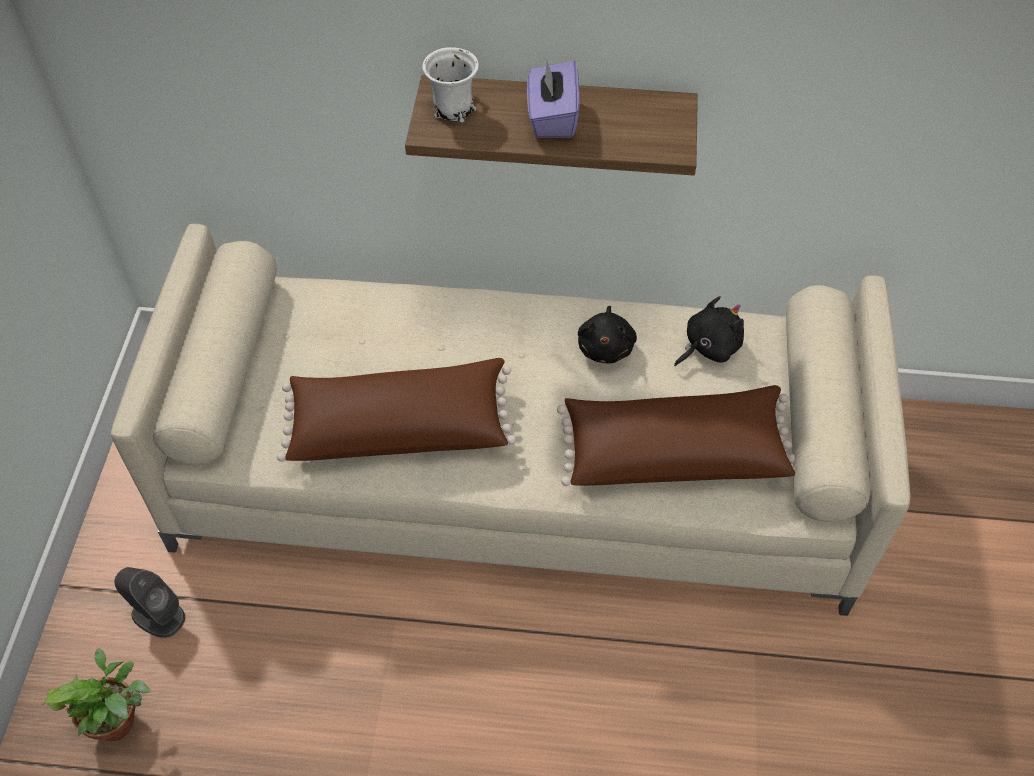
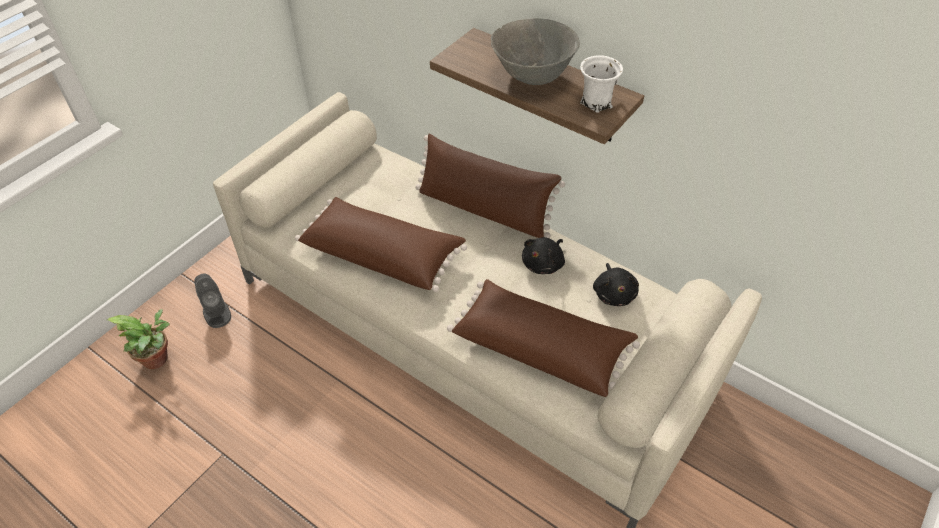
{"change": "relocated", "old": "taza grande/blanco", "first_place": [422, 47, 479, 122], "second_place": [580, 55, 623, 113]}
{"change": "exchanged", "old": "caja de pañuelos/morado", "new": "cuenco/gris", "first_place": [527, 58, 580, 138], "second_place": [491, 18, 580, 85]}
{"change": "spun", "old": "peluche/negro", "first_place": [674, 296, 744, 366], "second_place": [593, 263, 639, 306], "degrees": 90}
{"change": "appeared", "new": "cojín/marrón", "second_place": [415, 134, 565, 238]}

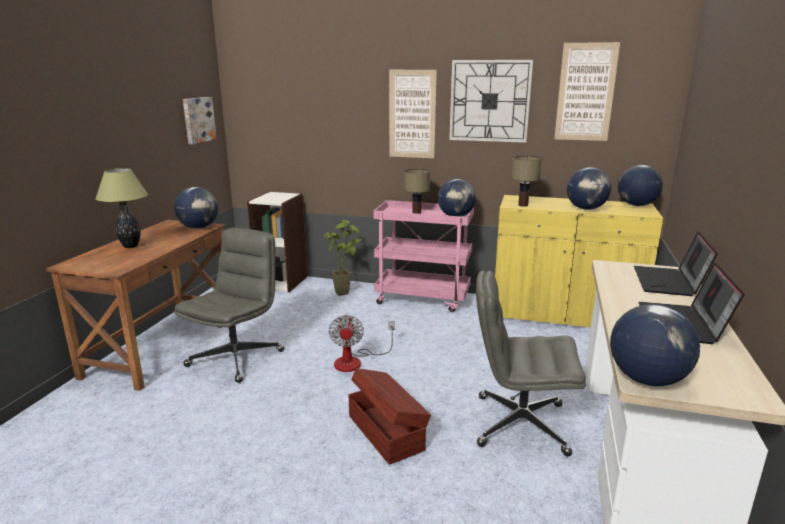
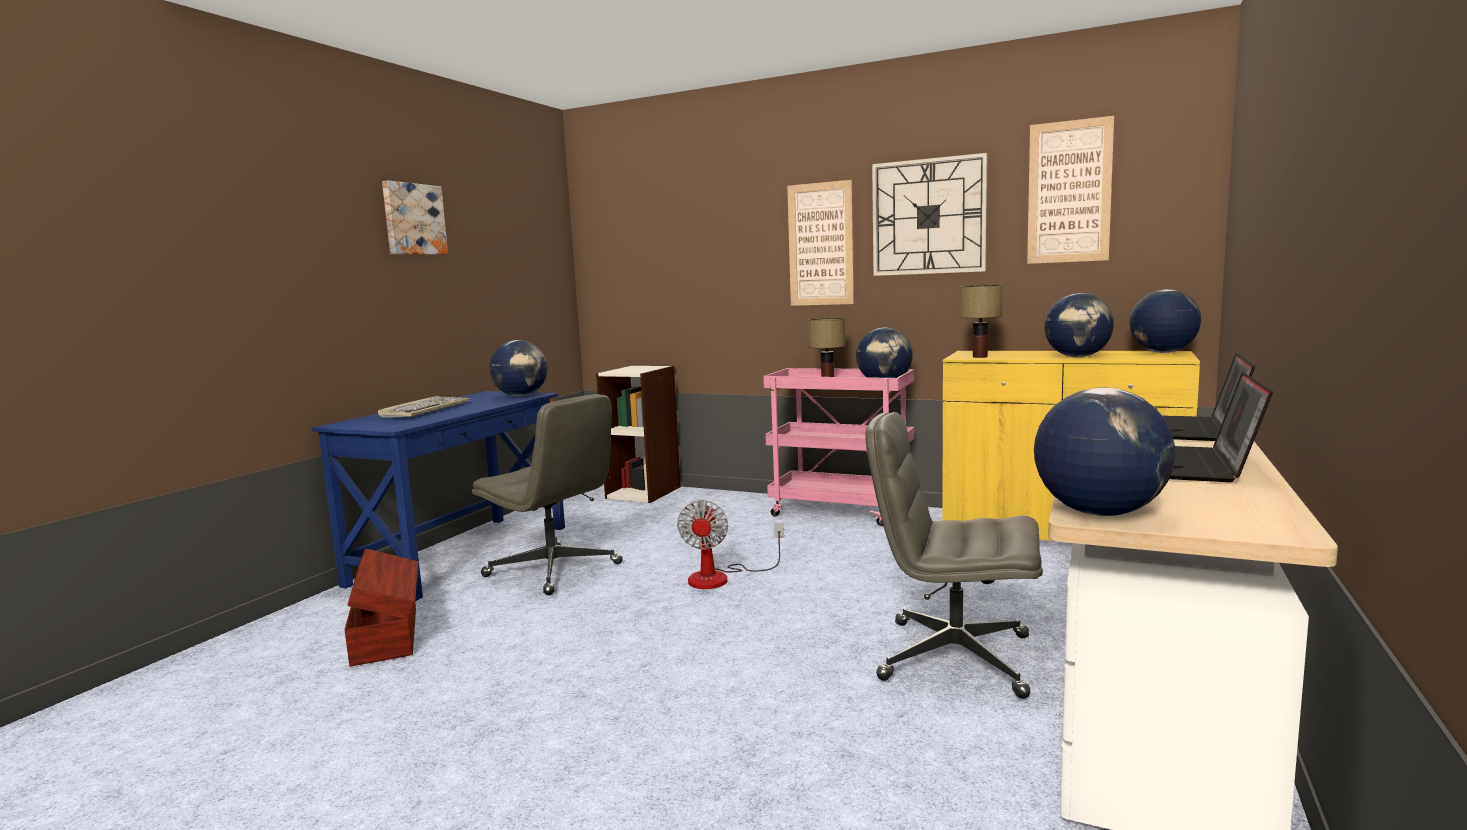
{"change": "colour", "old": "escritorio/marrón", "new": "escritorio/azul", "first_place": [46, 220, 226, 391], "second_place": [312, 391, 565, 601]}
{"change": "exchanged", "old": "lámpara de mesa", "new": "teclado", "first_place": [95, 168, 148, 248], "second_place": [378, 396, 470, 418]}
{"change": "spun", "old": "silla de oficina/gris", "first_place": [174, 228, 285, 383], "second_place": [472, 394, 623, 595], "degrees": 90}
{"change": "relocated", "old": "cuadro", "first_place": [183, 97, 217, 145], "second_place": [382, 180, 448, 255]}
{"change": "missing", "old": "planta en maceta", "first_place": [323, 220, 363, 296]}
{"change": "relocated", "old": "caja de almacenaje/marrón", "first_place": [349, 368, 431, 465], "second_place": [344, 549, 418, 666]}

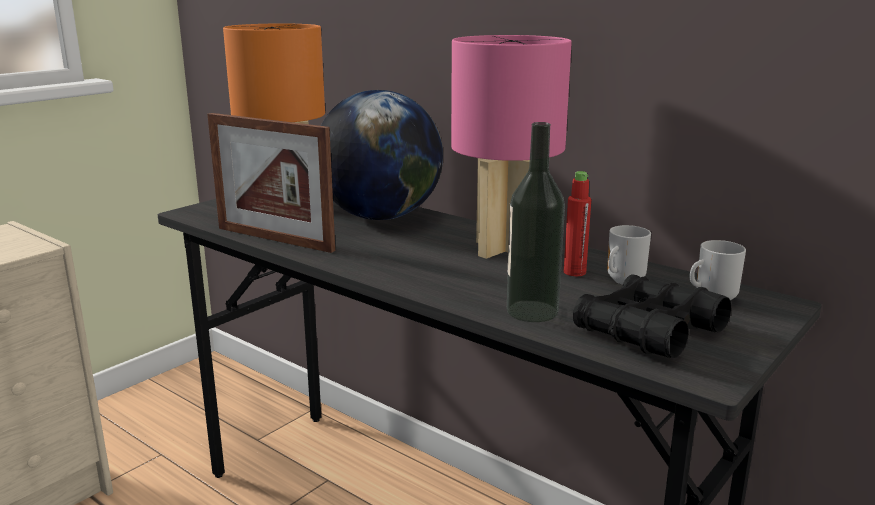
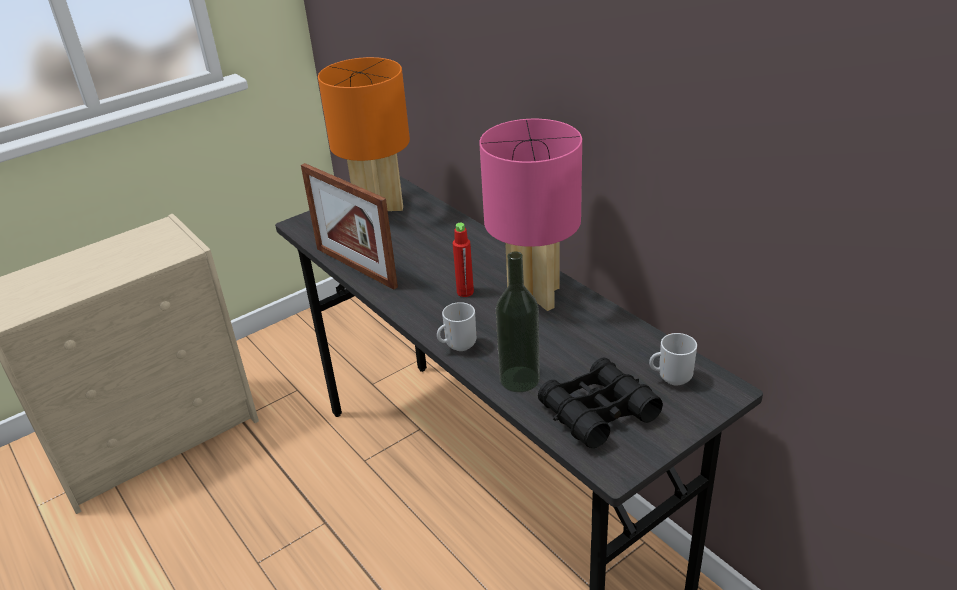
{"change": "missing", "old": "globo terráqueo", "first_place": [321, 90, 443, 220]}
{"change": "relocated", "old": "botella/rojo", "first_place": [564, 171, 591, 276], "second_place": [453, 223, 474, 297]}
{"change": "relocated", "old": "taza grande", "first_place": [607, 225, 651, 285], "second_place": [437, 302, 476, 351]}

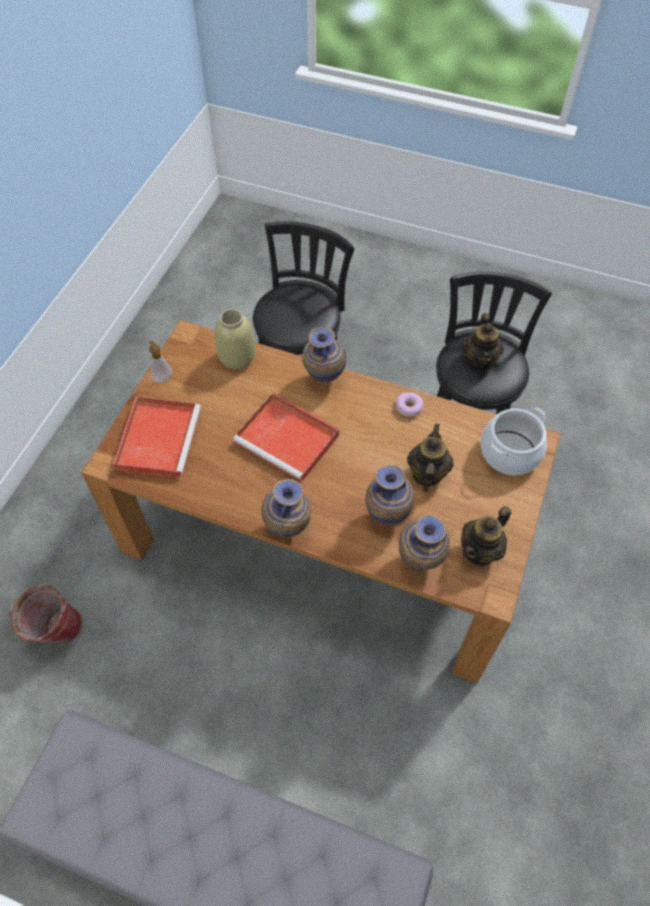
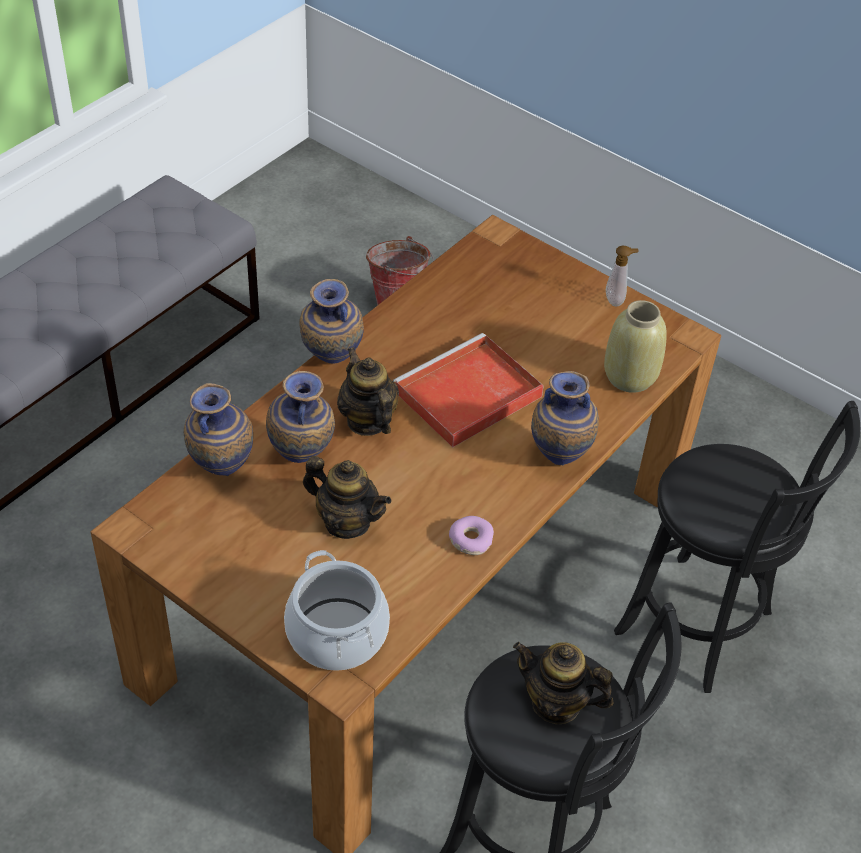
{"change": "missing", "old": "bandeja/rojo", "first_place": [113, 397, 201, 478]}
{"change": "relocated", "old": "tetera", "first_place": [461, 506, 511, 567], "second_place": [337, 347, 399, 436]}

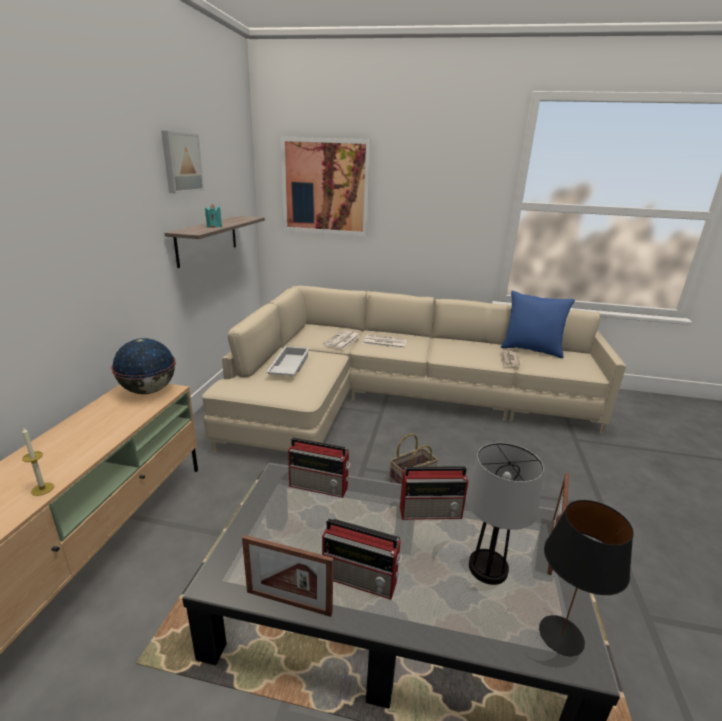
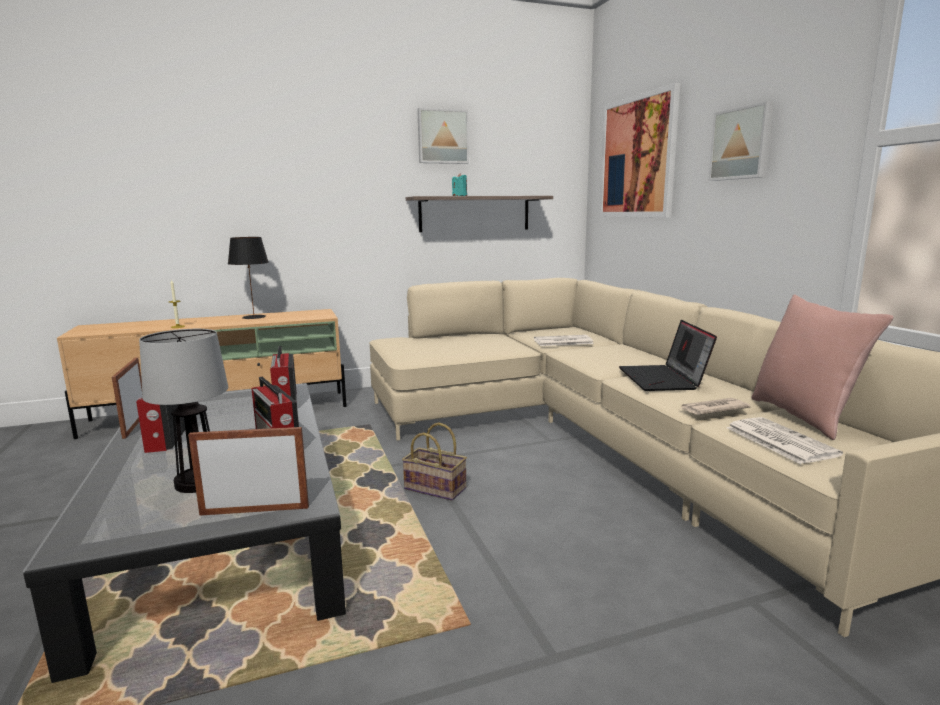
{"change": "missing", "old": "globo terráqueo", "first_place": [111, 338, 176, 394]}
{"change": "missing", "old": "bandeja/blanco", "first_place": [266, 346, 309, 376]}
{"change": "relocated", "old": "periódico", "first_place": [363, 334, 407, 349], "second_place": [726, 417, 843, 464]}
{"change": "colour", "old": "cojín/azul", "new": "cojín/rosa", "first_place": [501, 291, 575, 358], "second_place": [751, 294, 893, 440]}
{"change": "relocated", "old": "lámpara de mesa/negro", "first_place": [539, 500, 634, 656], "second_place": [228, 237, 269, 319]}
{"change": "appeared", "new": "portátil", "second_place": [619, 320, 717, 391]}
{"change": "appeared", "new": "cuadro", "second_place": [709, 101, 774, 181]}

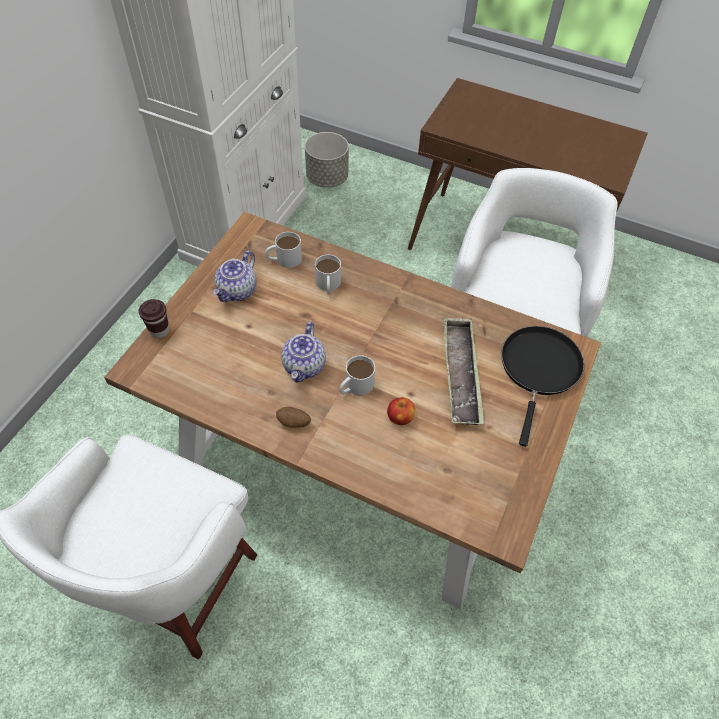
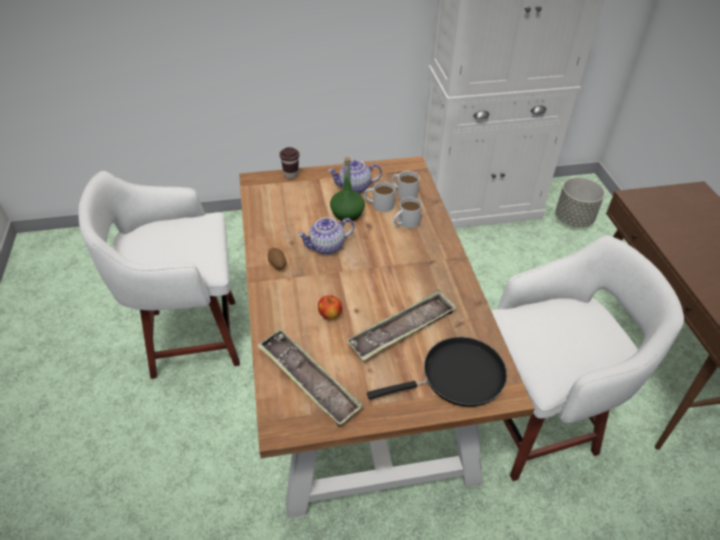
{"change": "relocated", "old": "taza grande/blanco", "first_place": [339, 356, 375, 395], "second_place": [364, 182, 395, 212]}
{"change": "appeared", "new": "bandeja", "second_place": [257, 329, 363, 427]}
{"change": "appeared", "new": "botella/verde", "second_place": [330, 157, 365, 222]}

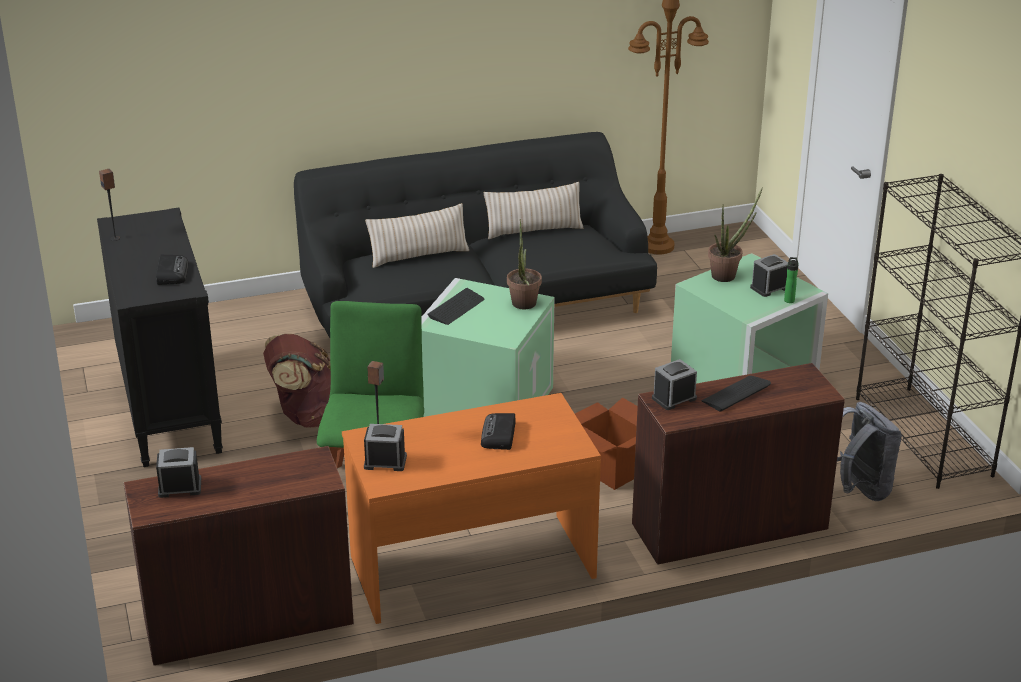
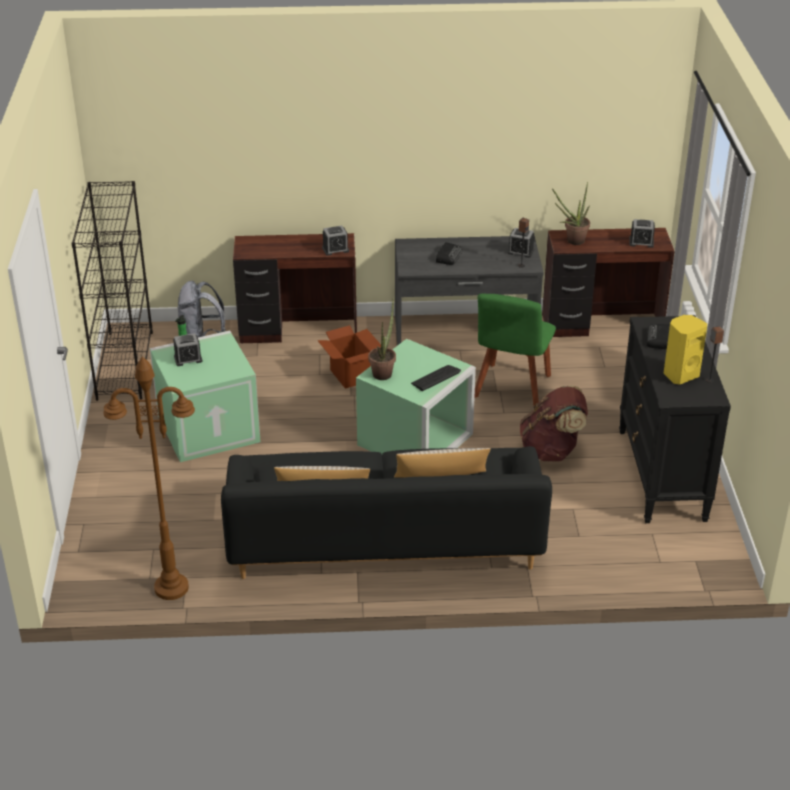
{"change": "colour", "old": "escritorio/naranja", "new": "escritorio/gris", "first_place": [342, 393, 601, 624], "second_place": [395, 236, 544, 346]}
{"change": "missing", "old": "teclado", "first_place": [702, 376, 771, 412]}
{"change": "relocated", "old": "planta en maceta", "first_place": [708, 187, 763, 282], "second_place": [552, 182, 590, 245]}
{"change": "appeared", "new": "altavoz/amarillo", "second_place": [664, 315, 707, 385]}

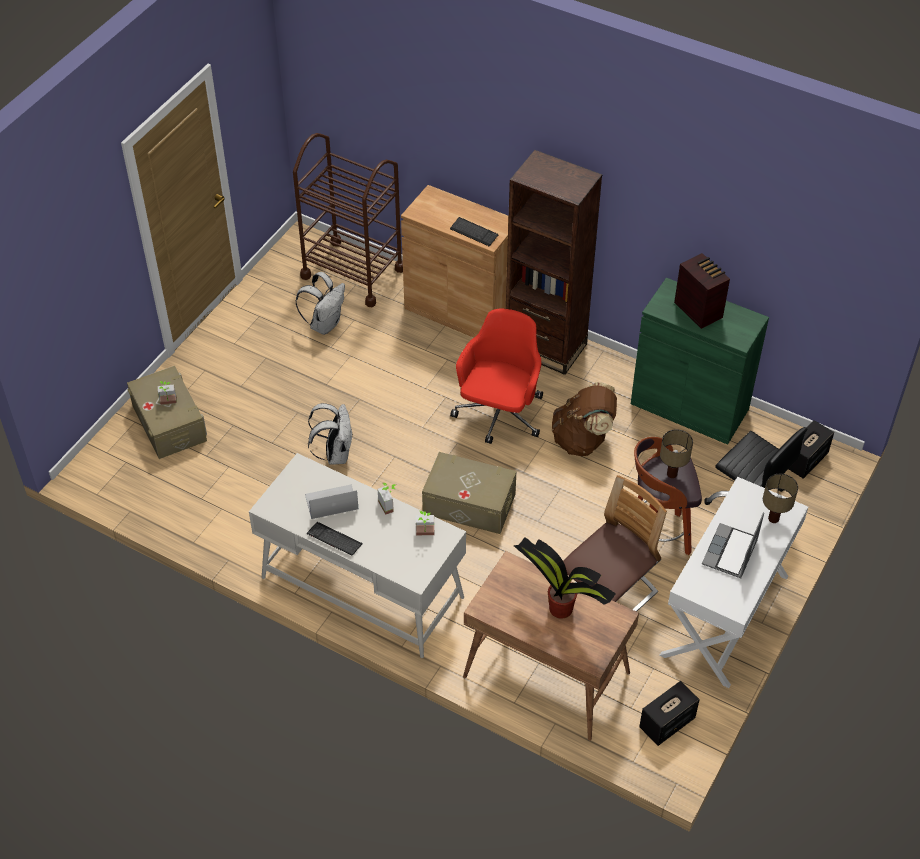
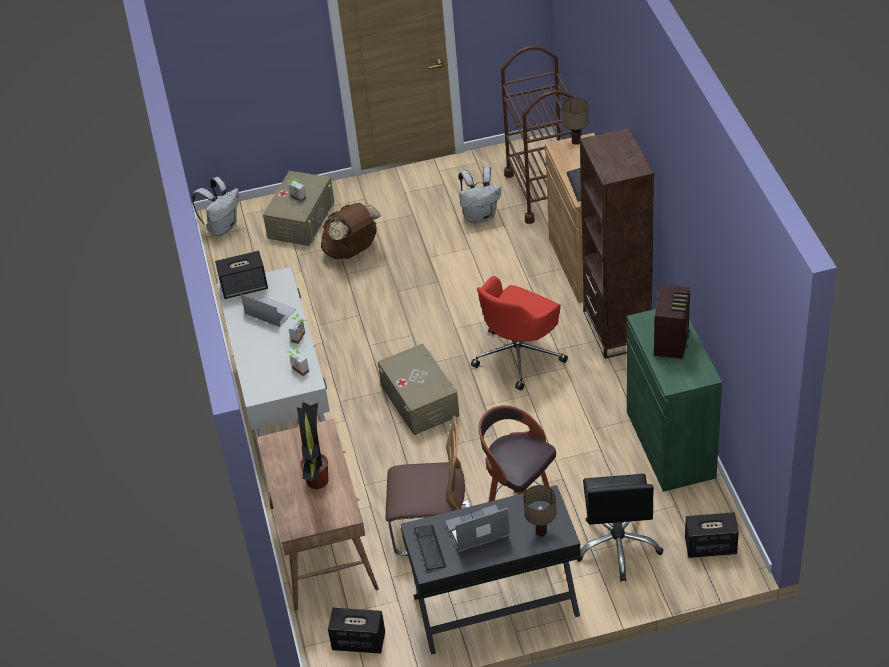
{"change": "relocated", "old": "teclado", "first_place": [307, 522, 363, 555], "second_place": [414, 525, 446, 570]}
{"change": "relocated", "old": "mochila/blanco", "first_place": [308, 403, 352, 465], "second_place": [192, 177, 239, 236]}
{"change": "spun", "old": "silla de oficina/rojo", "first_place": [450, 309, 543, 444], "second_place": [471, 276, 568, 390], "degrees": 150}
{"change": "relocated", "old": "mochila/marrón", "first_place": [552, 382, 617, 456], "second_place": [321, 203, 381, 259]}
{"change": "colour", "old": "escritorio/blanco", "new": "escritorio/negro", "first_place": [659, 477, 808, 688], "second_place": [401, 485, 581, 655]}
{"change": "relocated", "old": "lámpara de mesa", "first_place": [660, 429, 693, 478], "second_place": [562, 98, 589, 145]}
{"change": "appeared", "new": "altavoz", "second_place": [215, 251, 268, 299]}

